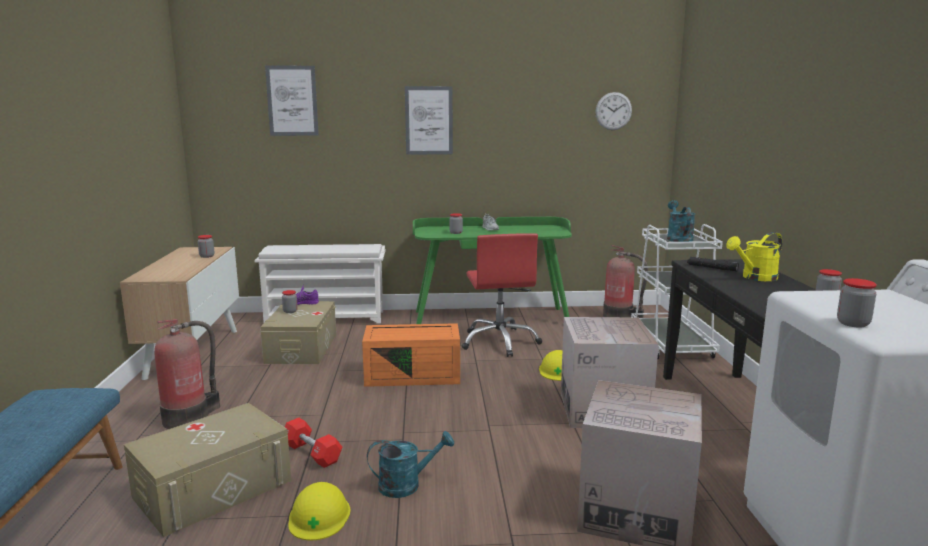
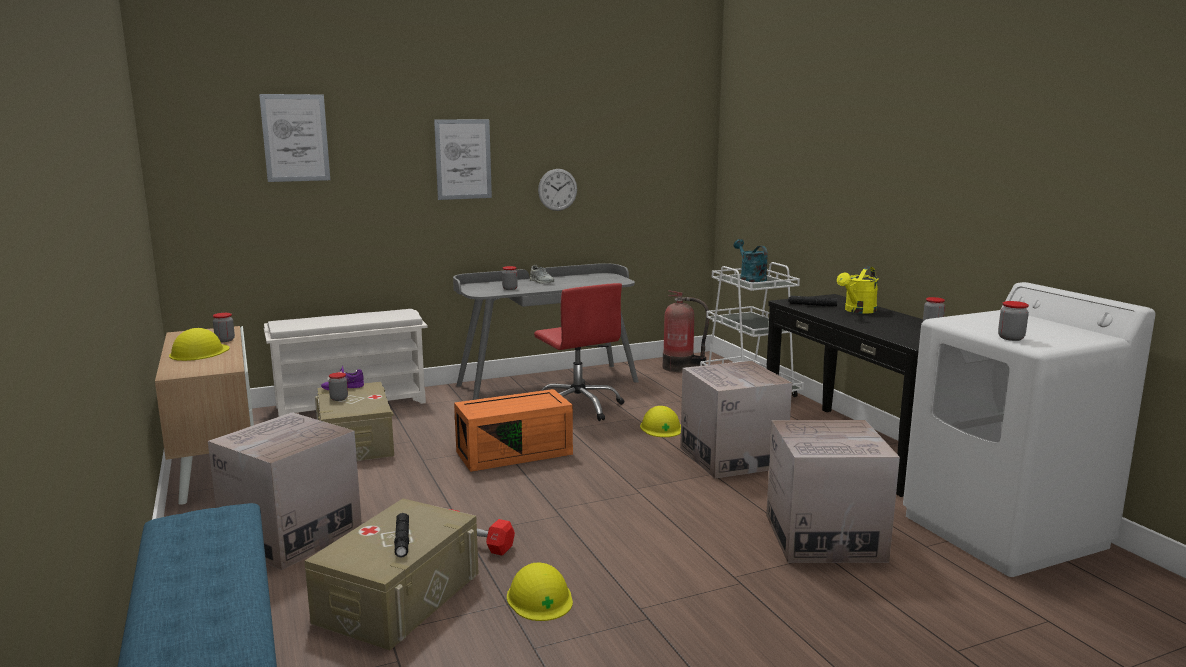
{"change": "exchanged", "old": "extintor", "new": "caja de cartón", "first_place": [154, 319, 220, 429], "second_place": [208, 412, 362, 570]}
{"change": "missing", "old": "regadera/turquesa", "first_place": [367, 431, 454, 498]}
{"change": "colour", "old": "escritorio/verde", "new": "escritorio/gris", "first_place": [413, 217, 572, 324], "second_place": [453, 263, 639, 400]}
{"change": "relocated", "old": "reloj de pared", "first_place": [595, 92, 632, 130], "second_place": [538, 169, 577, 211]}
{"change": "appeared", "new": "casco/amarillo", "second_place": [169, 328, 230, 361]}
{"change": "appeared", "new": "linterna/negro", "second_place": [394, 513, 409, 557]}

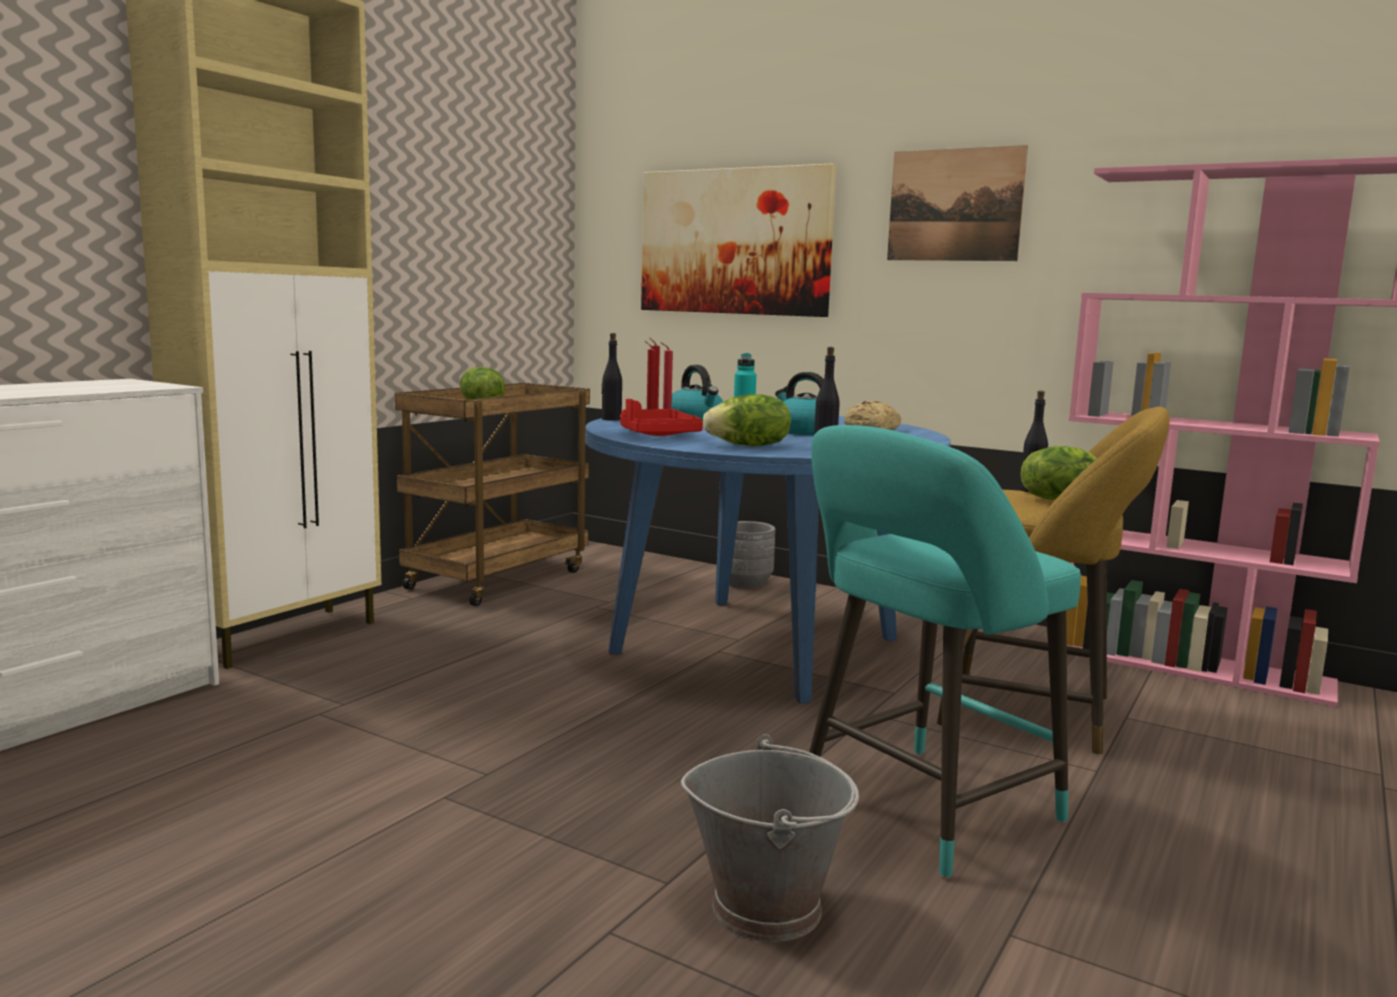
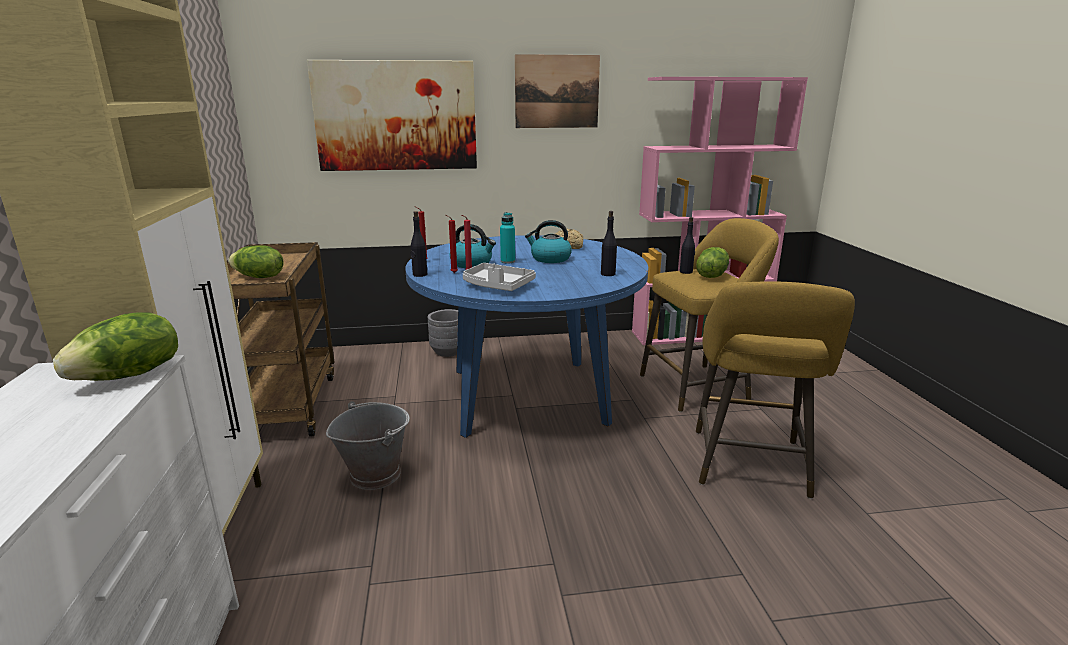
{"change": "colour", "old": "bandeja/rojo", "new": "bandeja/gris", "first_place": [620, 399, 703, 436], "second_place": [463, 263, 536, 291]}
{"change": "relocated", "old": "cubo/gris", "first_place": [681, 734, 859, 942], "second_place": [326, 401, 410, 490]}
{"change": "relocated", "old": "lechuga", "first_place": [703, 394, 791, 446], "second_place": [53, 312, 178, 381]}
{"change": "colour", "old": "taburete/turquesa", "new": "taburete/amarillo", "first_place": [809, 425, 1081, 878], "second_place": [696, 282, 855, 499]}

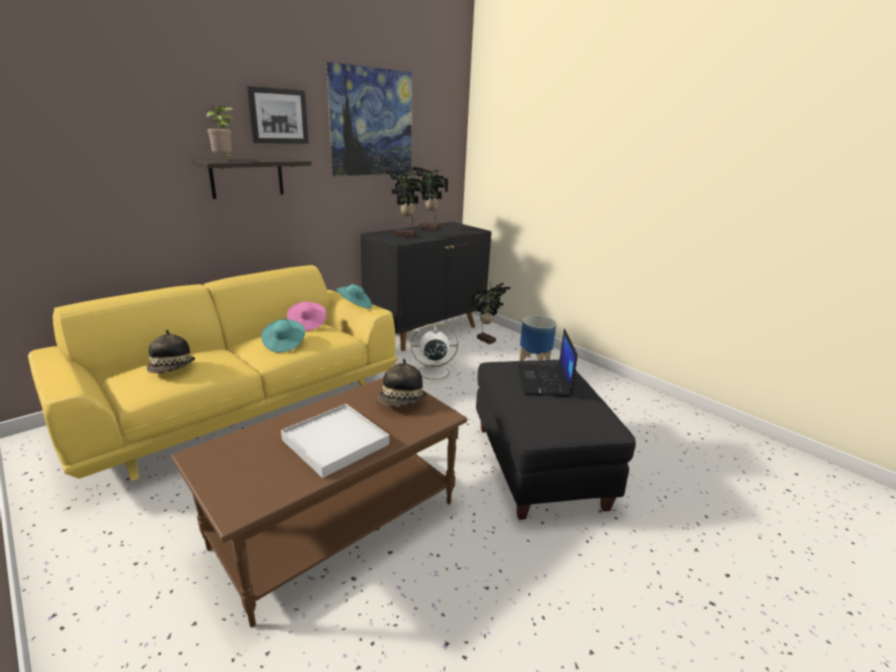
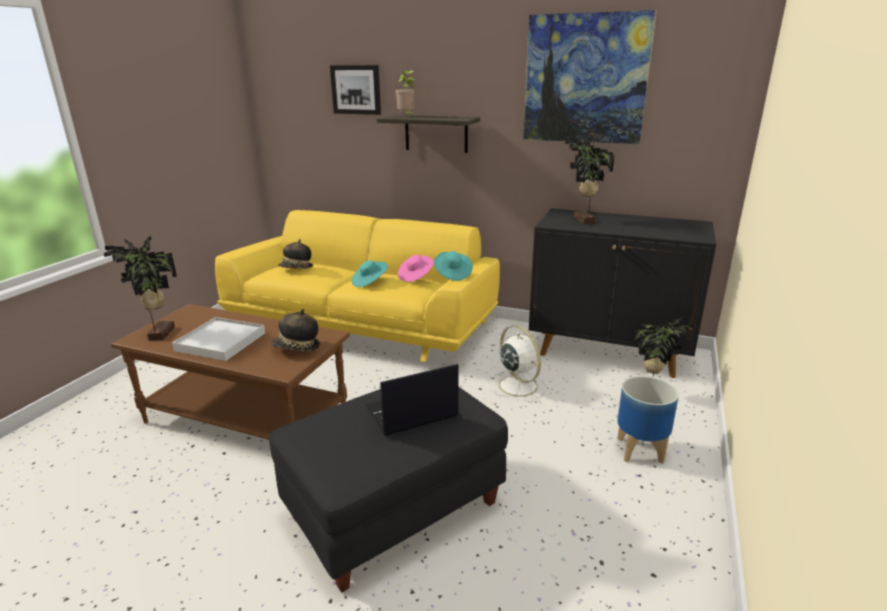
{"change": "relocated", "old": "cuadro", "first_place": [247, 86, 309, 144], "second_place": [330, 65, 381, 115]}
{"change": "relocated", "old": "planta en maceta", "first_place": [412, 167, 448, 230], "second_place": [104, 236, 177, 340]}

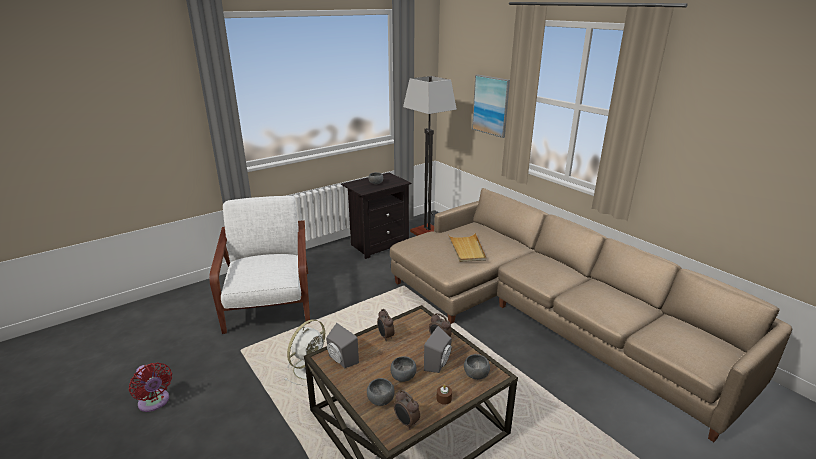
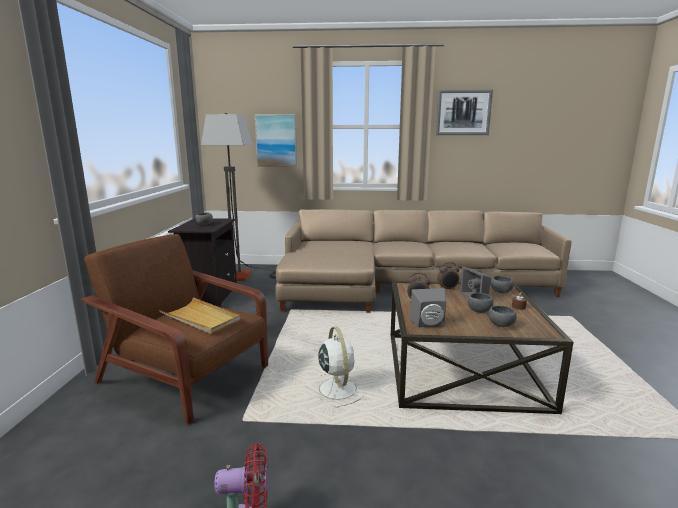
{"change": "colour", "old": "sillón/blanco", "new": "sillón/marrón", "first_place": [209, 196, 310, 334], "second_place": [81, 234, 268, 424]}
{"change": "missing", "old": "despertador", "first_place": [394, 390, 420, 430]}
{"change": "relocated", "old": "bandeja/beis", "first_place": [448, 233, 486, 262], "second_place": [159, 297, 241, 334]}
{"change": "appeared", "new": "cuadro", "second_place": [436, 89, 493, 135]}

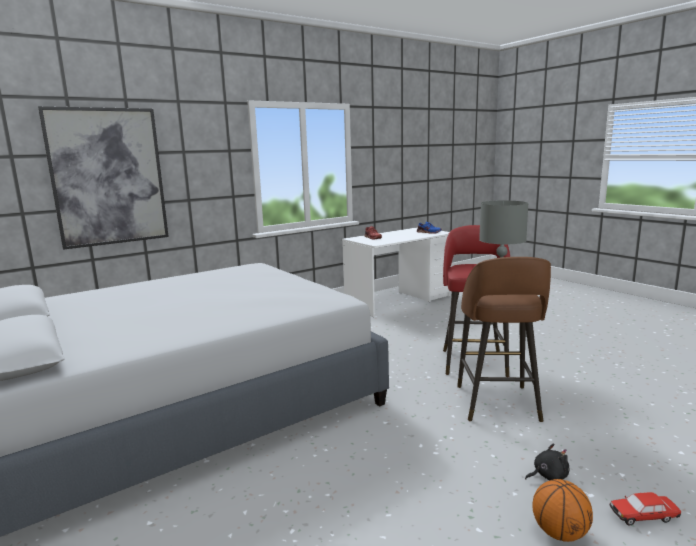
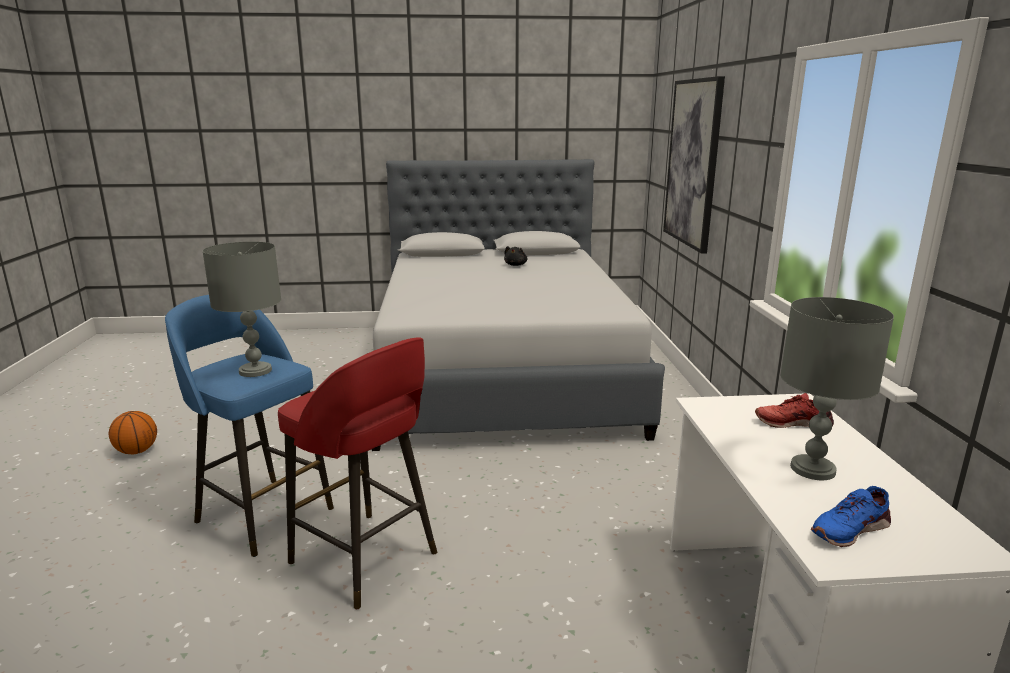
{"change": "colour", "old": "taburete/marrón", "new": "taburete/azul", "first_place": [457, 257, 551, 422], "second_place": [165, 295, 334, 557]}
{"change": "relocated", "old": "peluche/negro", "first_place": [525, 443, 570, 481], "second_place": [504, 246, 528, 266]}
{"change": "missing", "old": "coche de juguete", "first_place": [610, 492, 681, 525]}
{"change": "appeared", "new": "lámpara de mesa/gris", "second_place": [780, 297, 894, 480]}

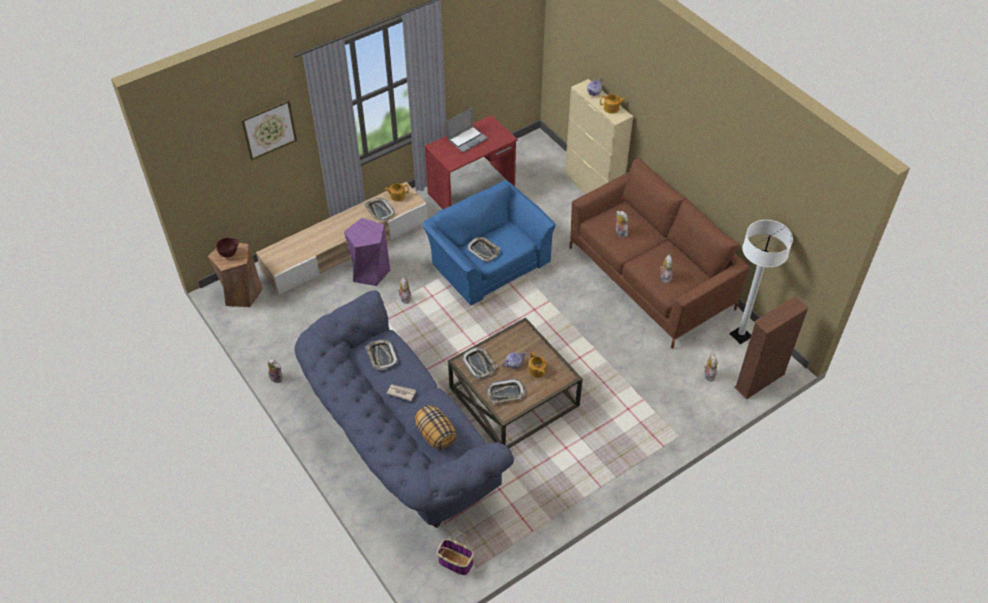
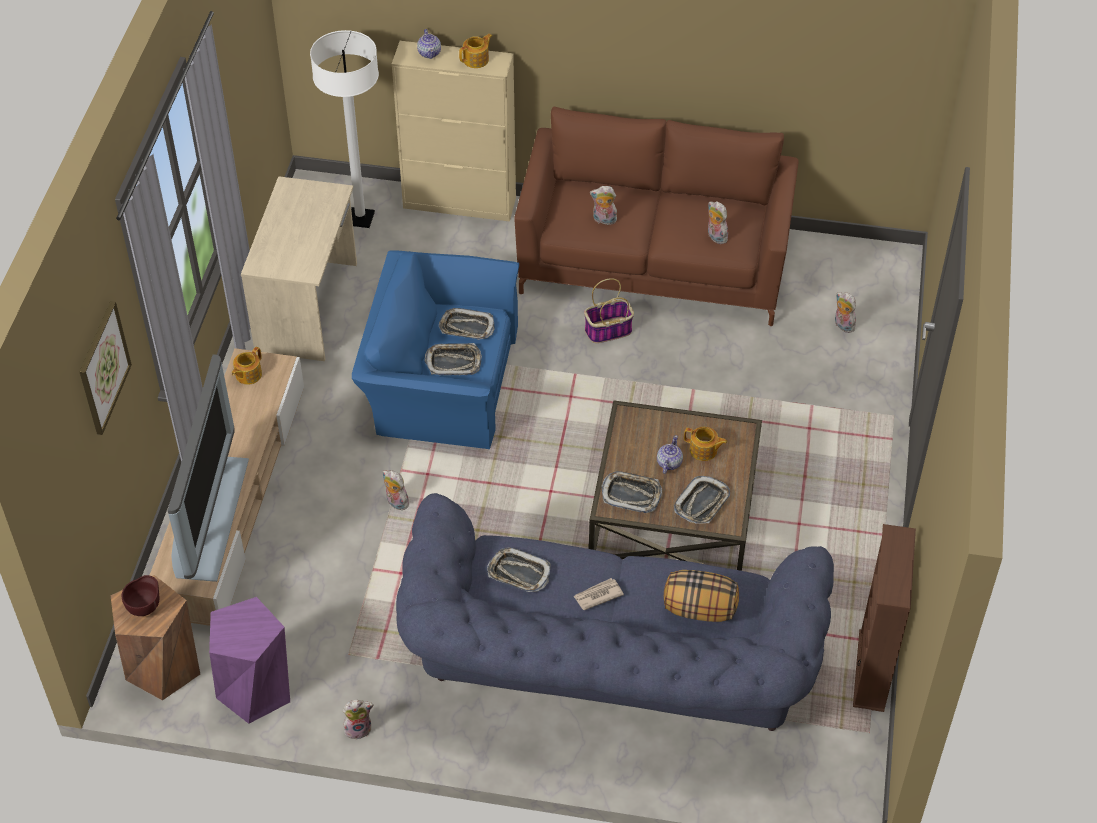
{"change": "relocated", "old": "taburete/morado", "first_place": [344, 218, 390, 286], "second_place": [209, 597, 290, 724]}
{"change": "relocated", "old": "bandeja", "first_place": [364, 198, 395, 221], "second_place": [439, 308, 495, 340]}
{"change": "colour", "old": "escritorio/rojo", "new": "escritorio/beis", "first_place": [424, 115, 518, 209], "second_place": [241, 176, 357, 361]}
{"change": "relocated", "old": "cesta", "first_place": [437, 530, 474, 575], "second_place": [584, 278, 634, 343]}
{"change": "missing", "old": "portátil", "first_place": [447, 108, 488, 152]}
{"change": "relocated", "old": "lámpara de pie/blanco", "first_place": [730, 220, 793, 344], "second_place": [310, 30, 379, 228]}
{"change": "relocated", "old": "estantería/marrón", "first_place": [734, 296, 809, 399], "second_place": [853, 524, 916, 712]}
{"change": "appeared", "new": "televisor", "second_place": [168, 354, 249, 582]}

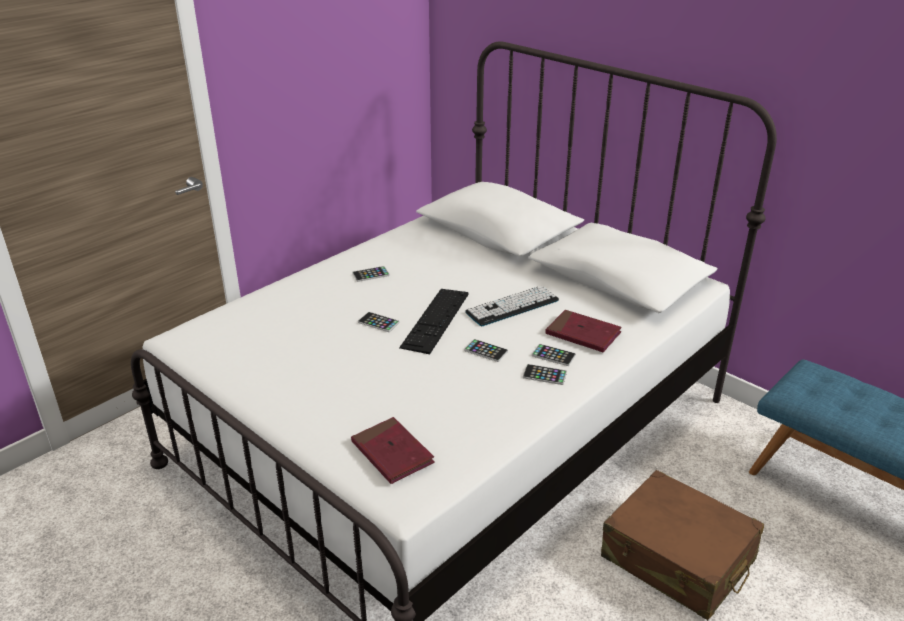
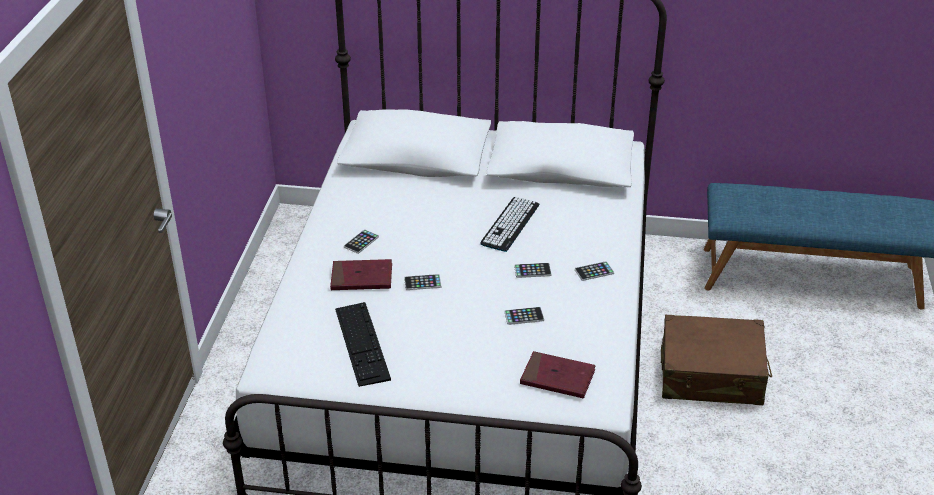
{"change": "relocated", "old": "teclado", "first_place": [399, 289, 469, 354], "second_place": [335, 302, 391, 387]}
{"change": "relocated", "old": "móvil", "first_place": [532, 344, 576, 366], "second_place": [504, 307, 544, 325]}
{"change": "relocated", "old": "libro/rojo", "first_place": [546, 310, 622, 352], "second_place": [330, 259, 392, 290]}

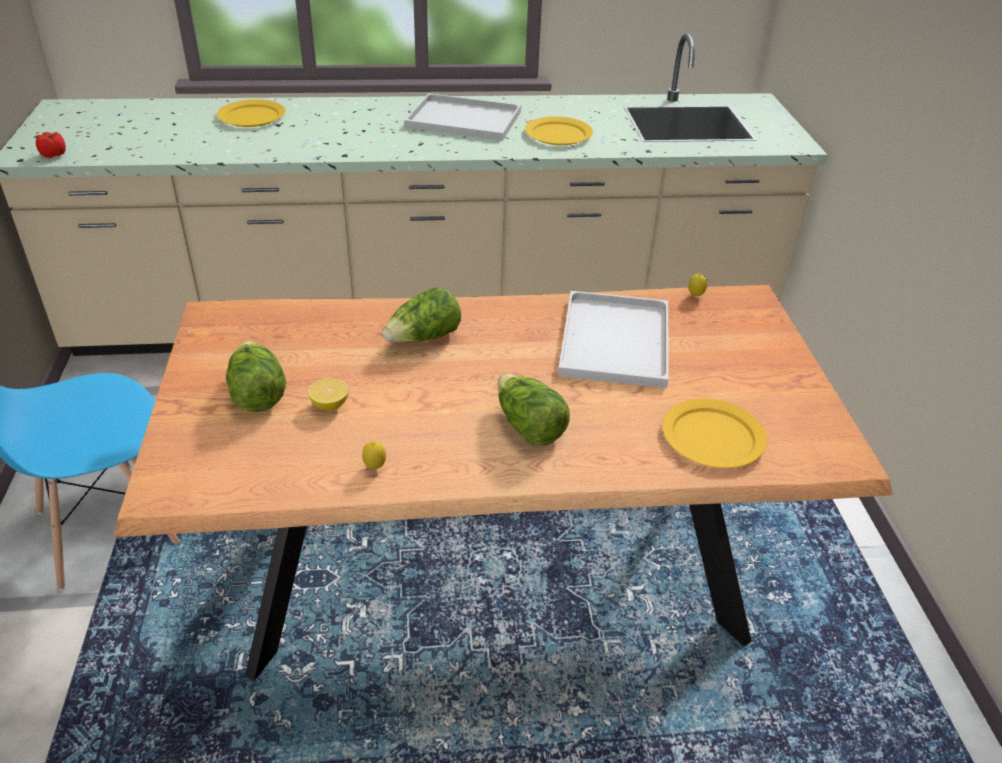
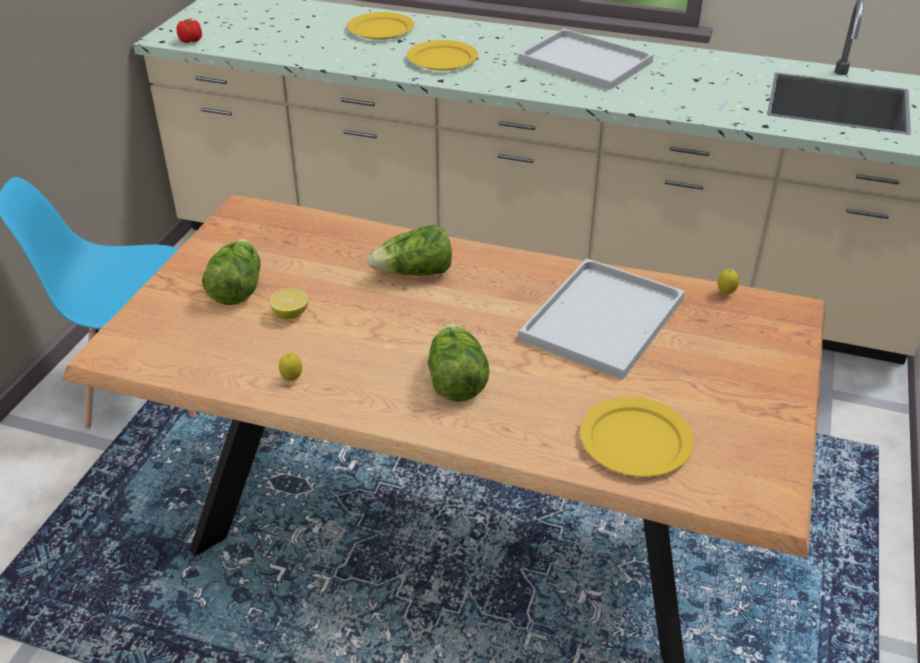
{"change": "relocated", "old": "plato/amarillo", "first_place": [525, 116, 593, 145], "second_place": [407, 40, 478, 71]}

